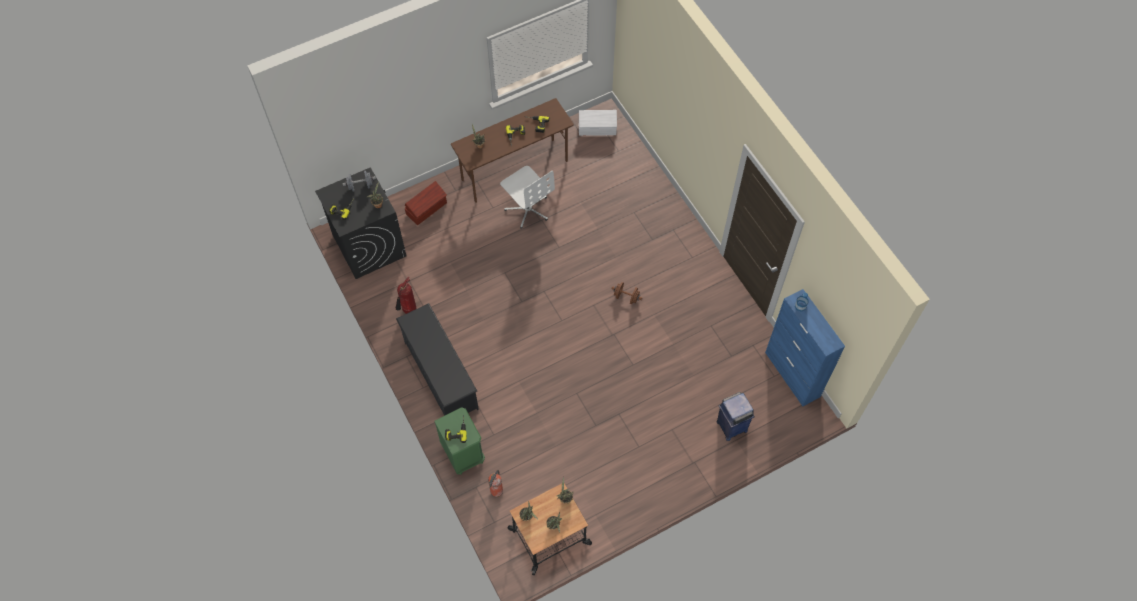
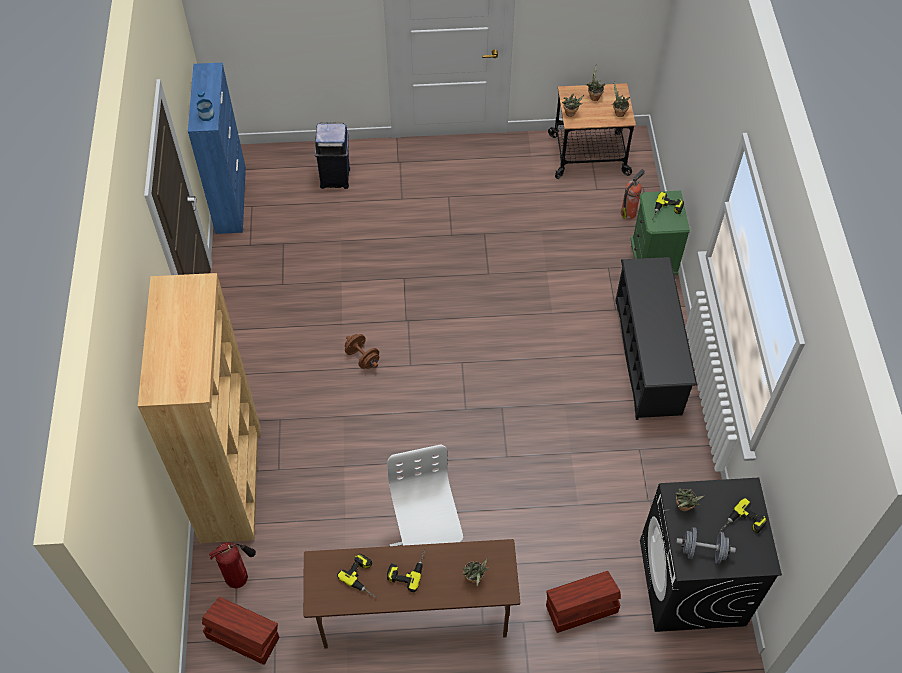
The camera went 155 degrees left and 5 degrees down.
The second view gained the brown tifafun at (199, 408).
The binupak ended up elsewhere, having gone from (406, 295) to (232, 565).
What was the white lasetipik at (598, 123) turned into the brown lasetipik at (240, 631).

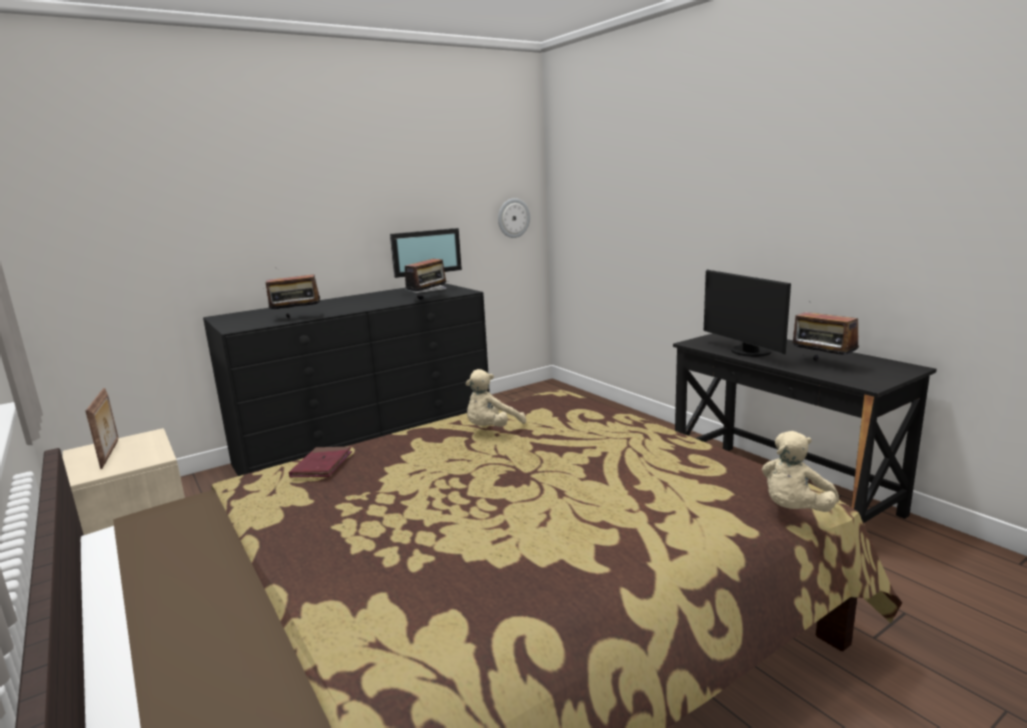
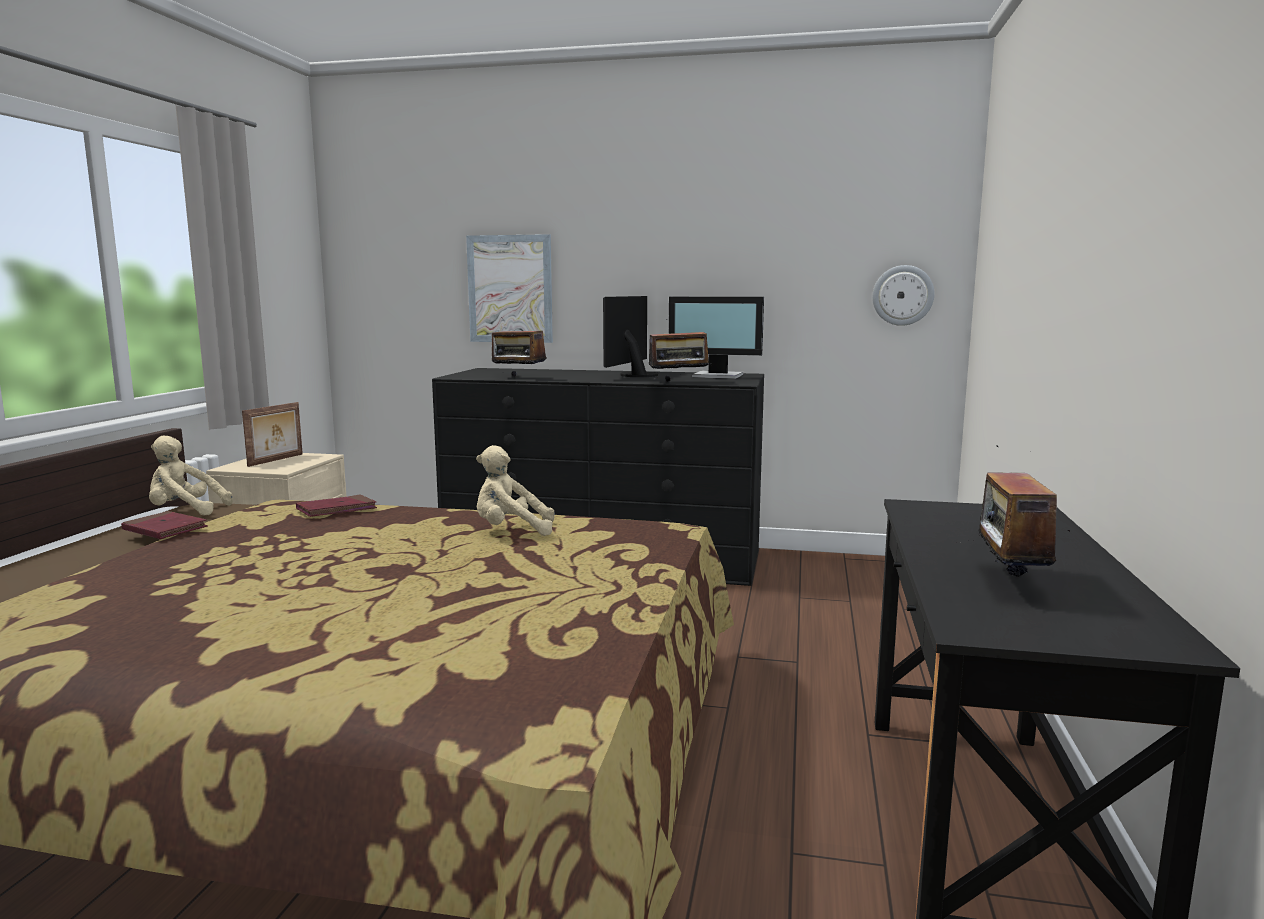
The camera went 45 degrees right and 5 degrees down.
The second view gained the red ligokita at (164, 525).
The second view gained the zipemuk at (509, 288).
The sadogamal ended up elsewhere, having gone from (747, 313) to (631, 336).
The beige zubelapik ended up elsewhere, having gone from (800, 471) to (191, 475).

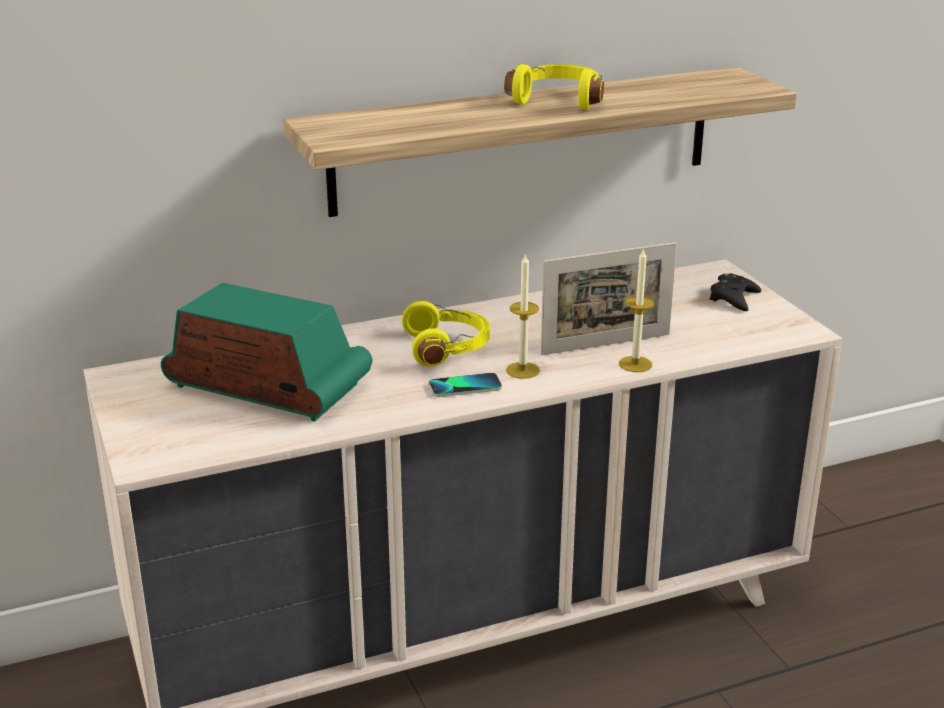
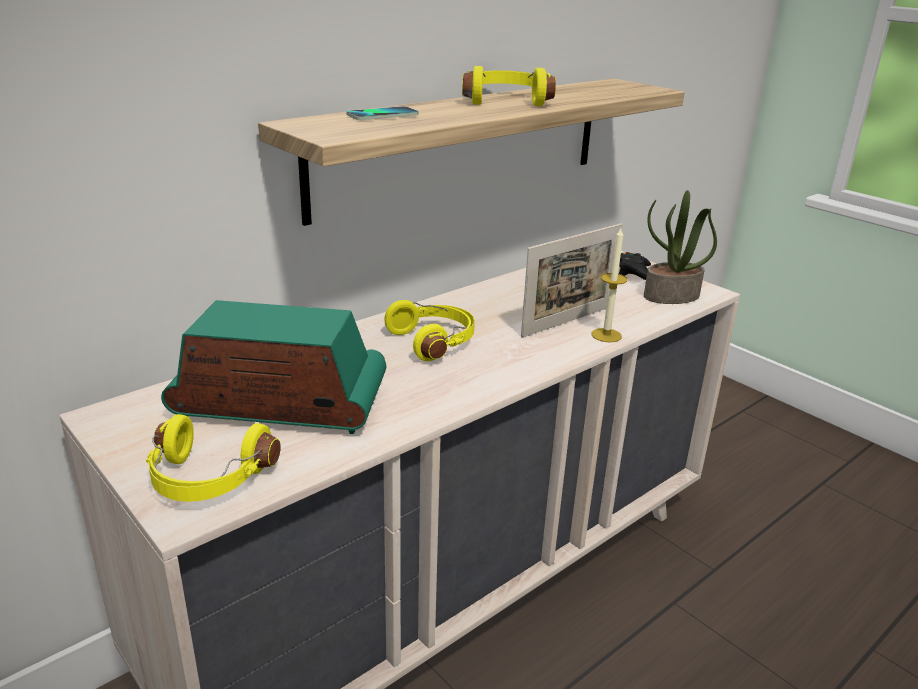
The camera went 20 degrees left and 0 degrees up.
The second view lost the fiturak at (523, 316).
The second view gained the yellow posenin at (213, 458).
The second view gained the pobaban at (680, 247).
The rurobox ended up elsewhere, having gone from (465, 385) to (382, 113).

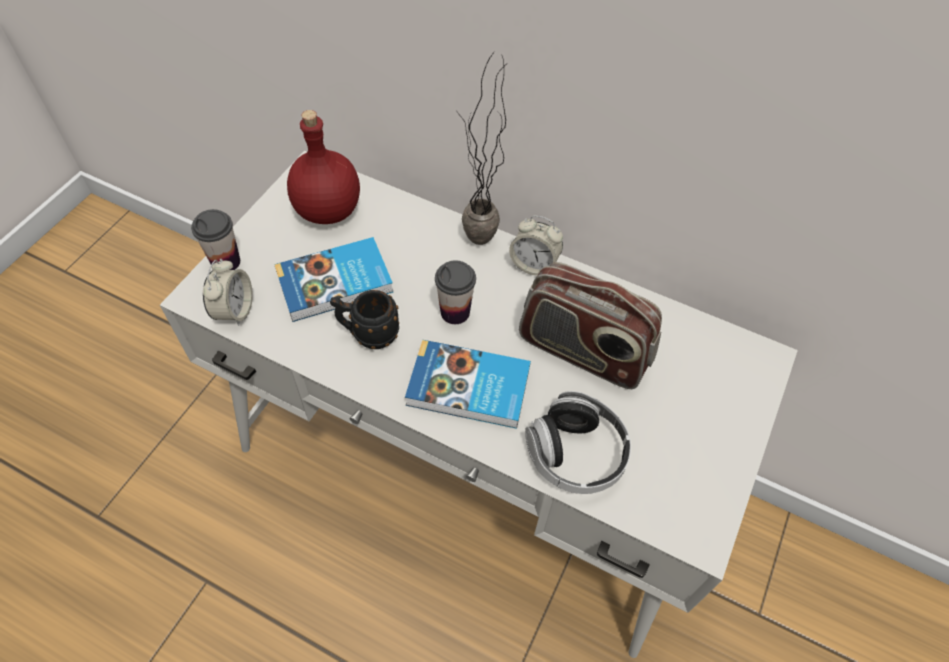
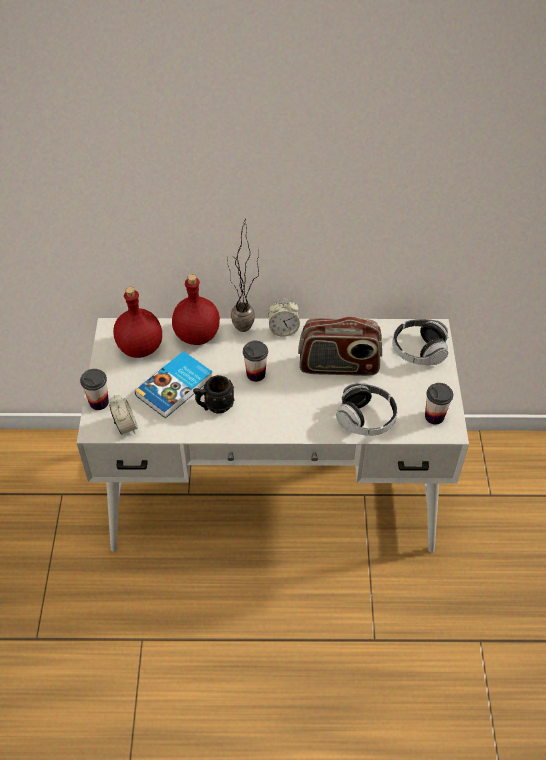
The camera went 25 degrees left and 5 degrees down.
The second view lost the ligokita at (468, 384).
The second view gained the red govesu at (196, 309).
The second view gained the posenin at (420, 342).
The second view gained the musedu at (439, 404).

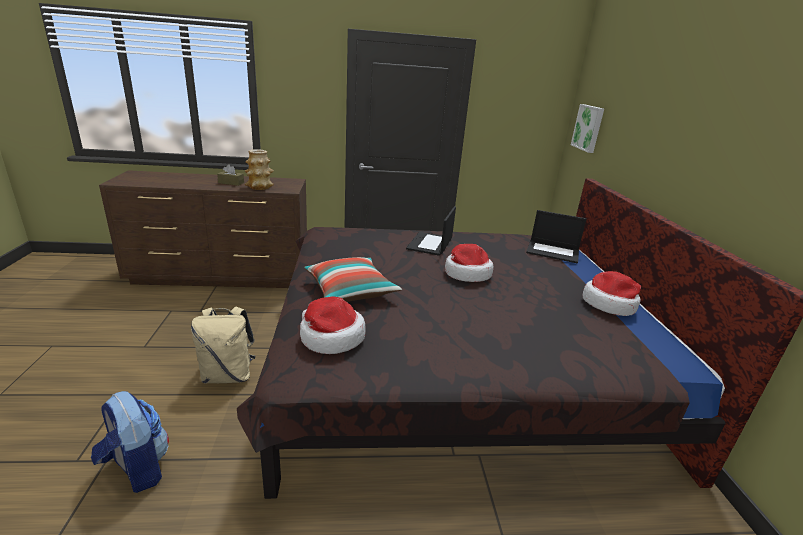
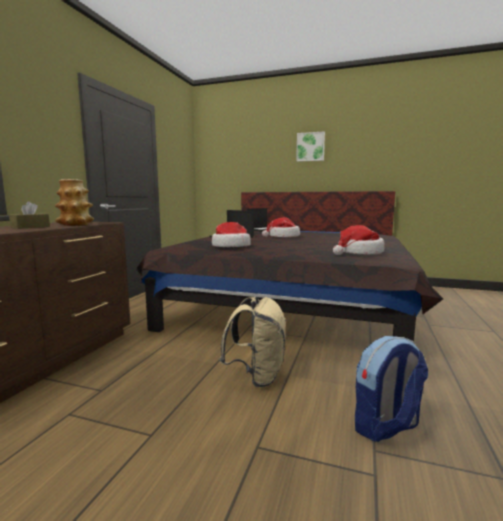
The camera went 65 degrees left and 15 degrees down.
The second view lost the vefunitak at (353, 279).
The zipemuk ended up elsewhere, having gone from (587, 128) to (310, 146).
The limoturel ended up elsewhere, having gone from (611, 293) to (231, 234).

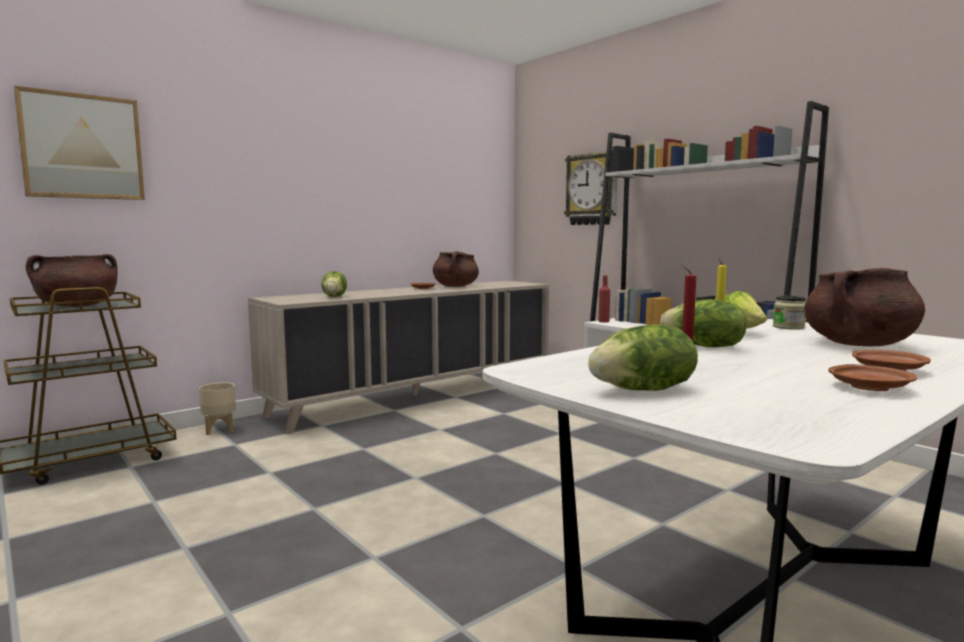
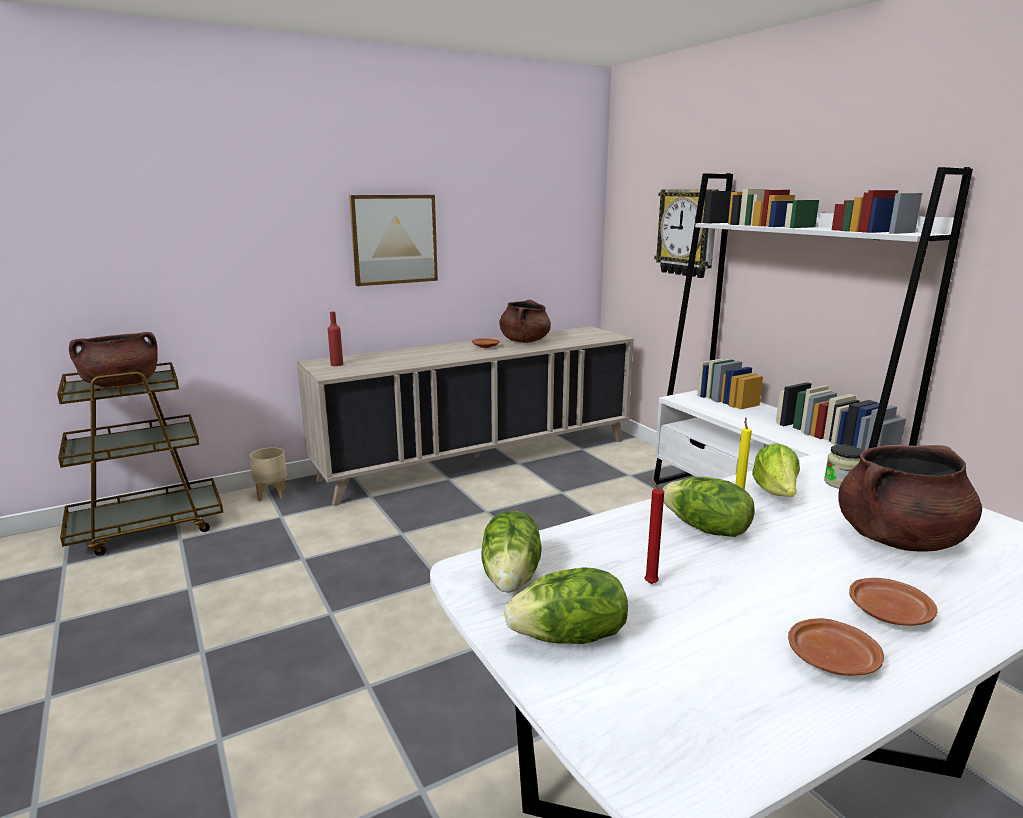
The camera went 10 degrees right and 10 degrees up.
The zipemuk ended up elsewhere, having gone from (79, 143) to (393, 240).
The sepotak ended up elsewhere, having gone from (334, 284) to (511, 551).
The red govesu ended up elsewhere, having gone from (604, 299) to (335, 339).

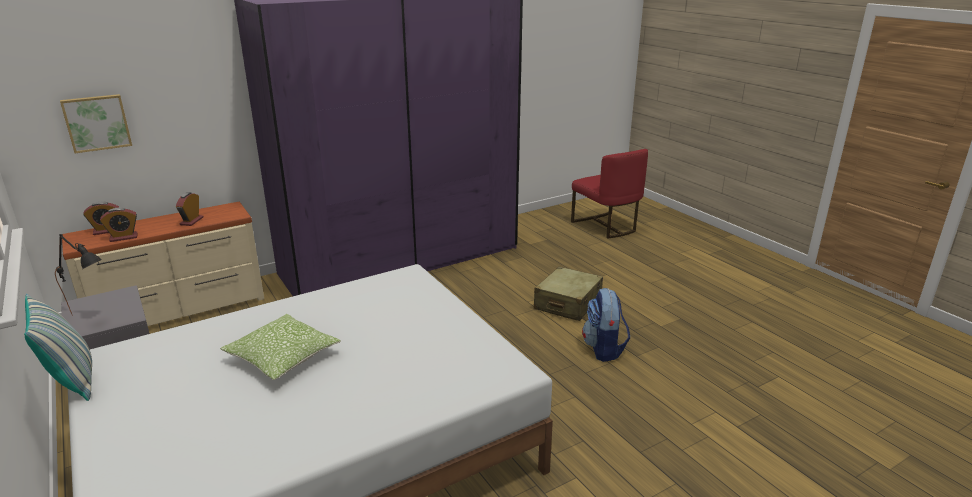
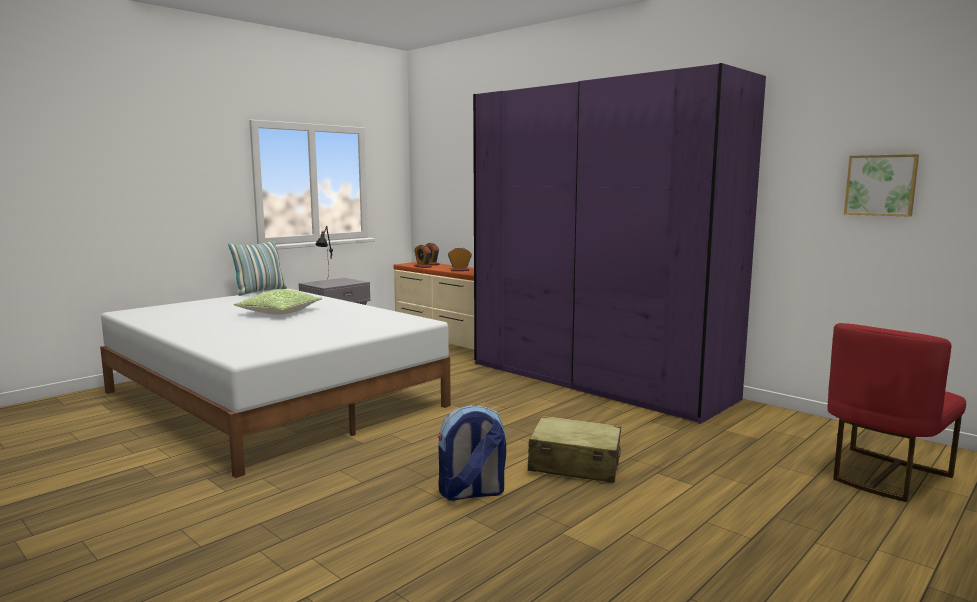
The camera went 75 degrees right and 15 degrees down.
The zipemuk ended up elsewhere, having gone from (96, 123) to (881, 185).

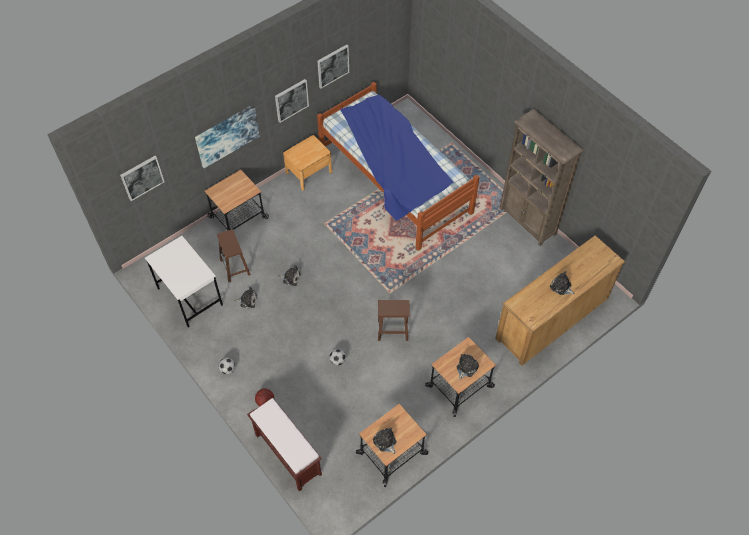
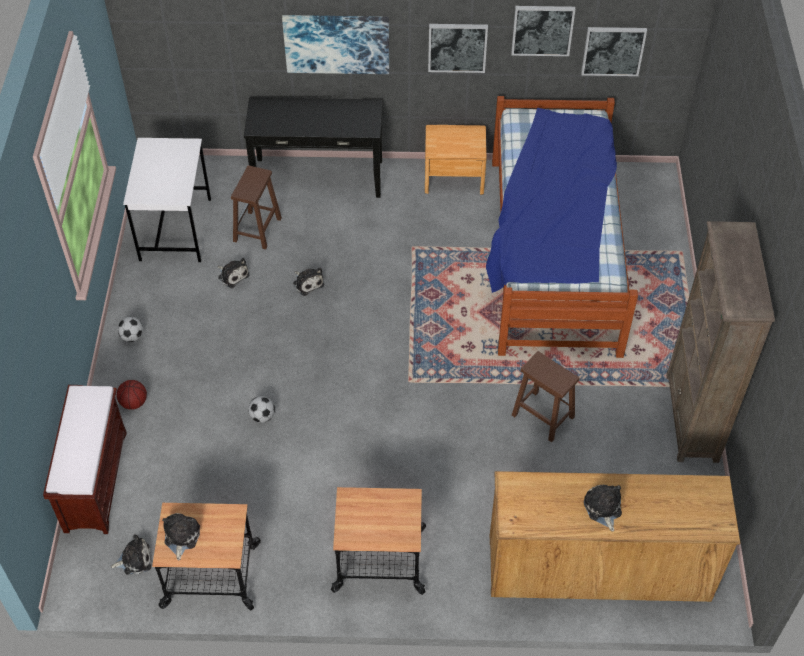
The camera went 40 degrees right and 5 degrees down.
The zipemuk ended up elsewhere, having gone from (142, 178) to (614, 51).
The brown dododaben ended up elsewhere, having gone from (394, 320) to (546, 396).
The zubelapik ended up elsewhere, having gone from (468, 367) to (131, 555).
Where the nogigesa stood at (236, 200), the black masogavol came to stand at (313, 147).

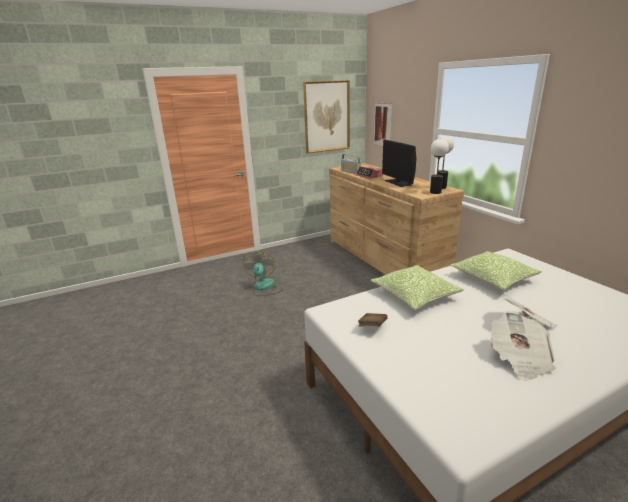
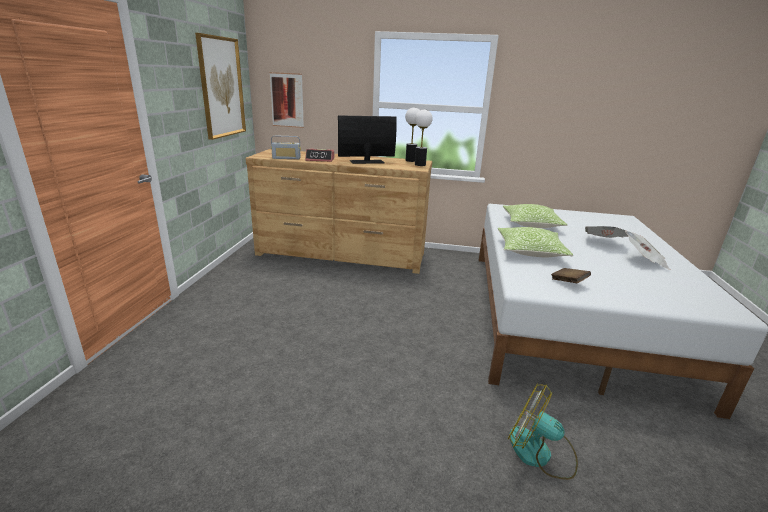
The camera went 55 degrees left and 0 degrees up.
The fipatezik ended up elsewhere, having gone from (262, 273) to (543, 432).
The sadogamal at (399, 163) ended up facing another way, 150 degrees clockwise from before.

